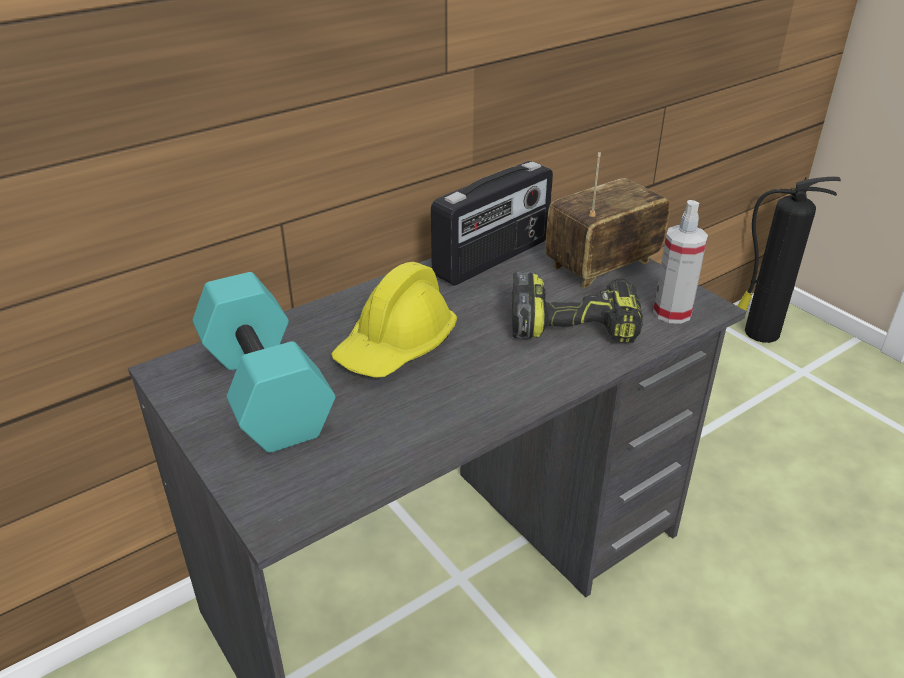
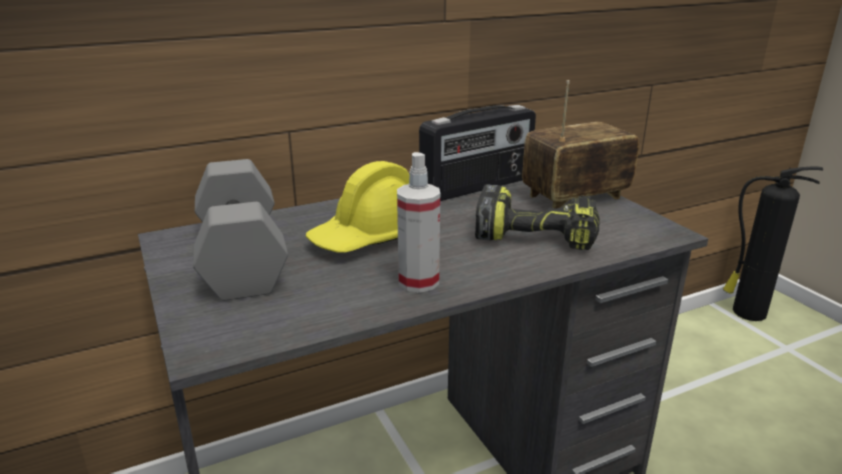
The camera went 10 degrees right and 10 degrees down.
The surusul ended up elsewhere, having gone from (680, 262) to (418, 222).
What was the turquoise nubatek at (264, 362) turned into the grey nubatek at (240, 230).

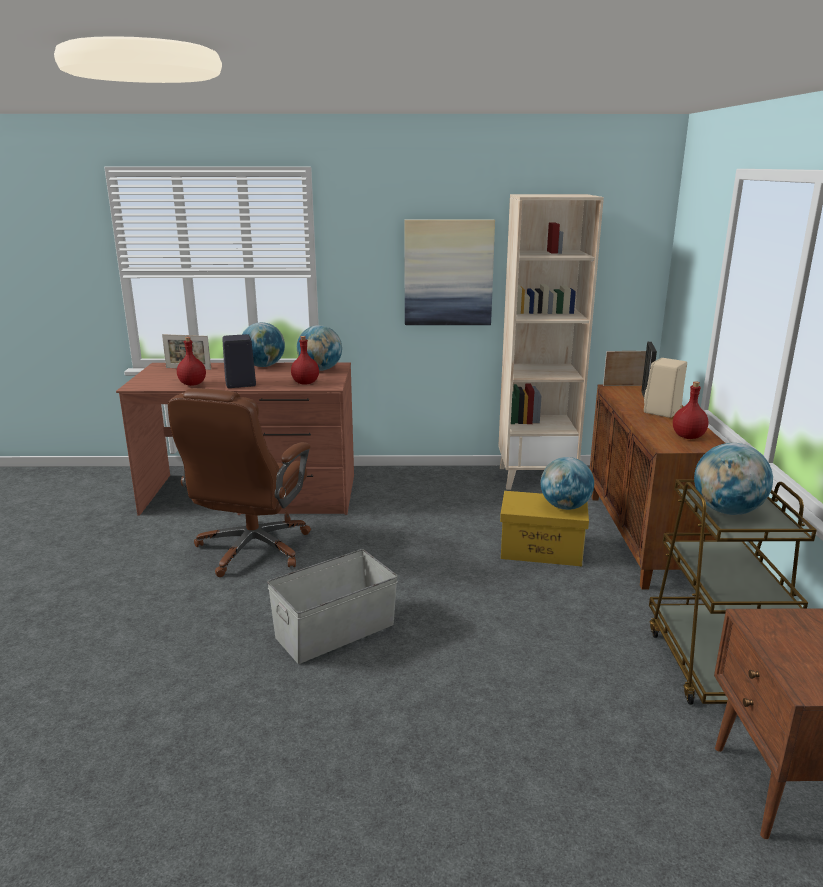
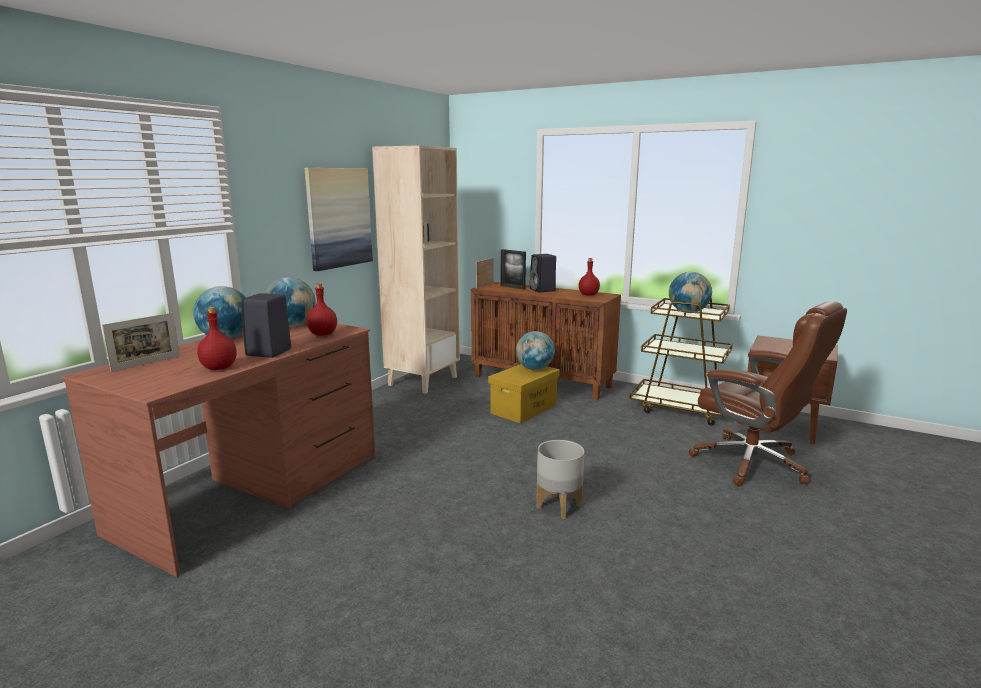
The camera went 60 degrees left and 5 degrees down.
The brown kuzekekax ended up elsewhere, having gone from (239, 482) to (768, 394).
Where the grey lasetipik stood at (332, 606), the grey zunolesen came to stand at (560, 479).
What was the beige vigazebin at (665, 388) turned into the black vigazebin at (542, 273).

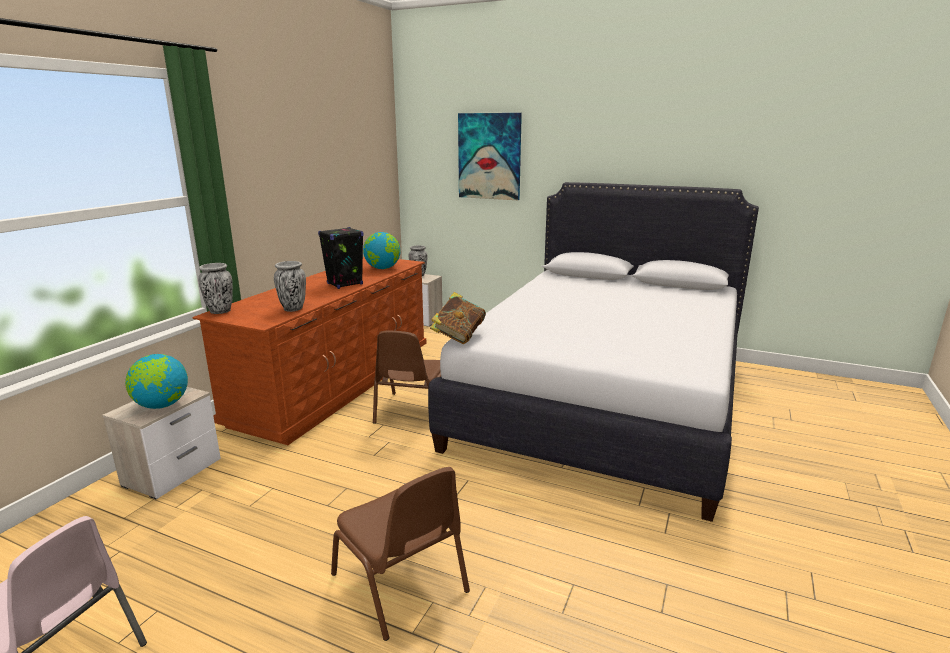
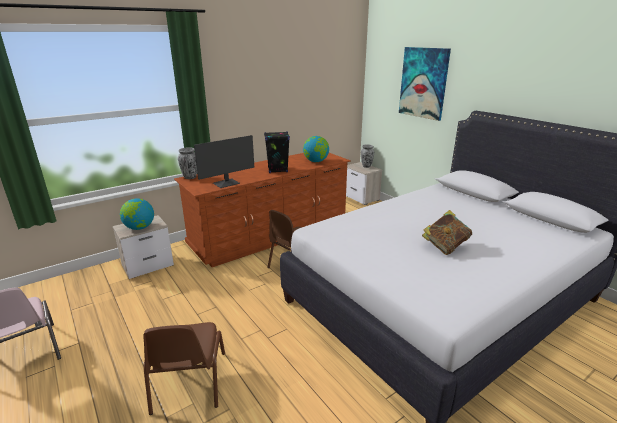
The camera went 30 degrees right and 5 degrees up.
The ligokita ended up elsewhere, having gone from (458, 318) to (447, 232).
Where the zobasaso stood at (290, 286), the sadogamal came to stand at (224, 161).

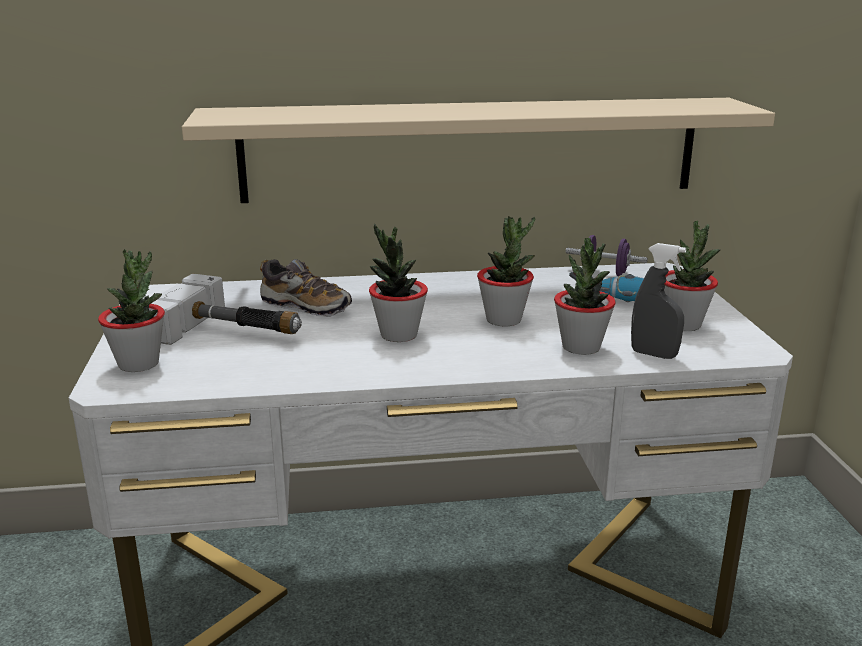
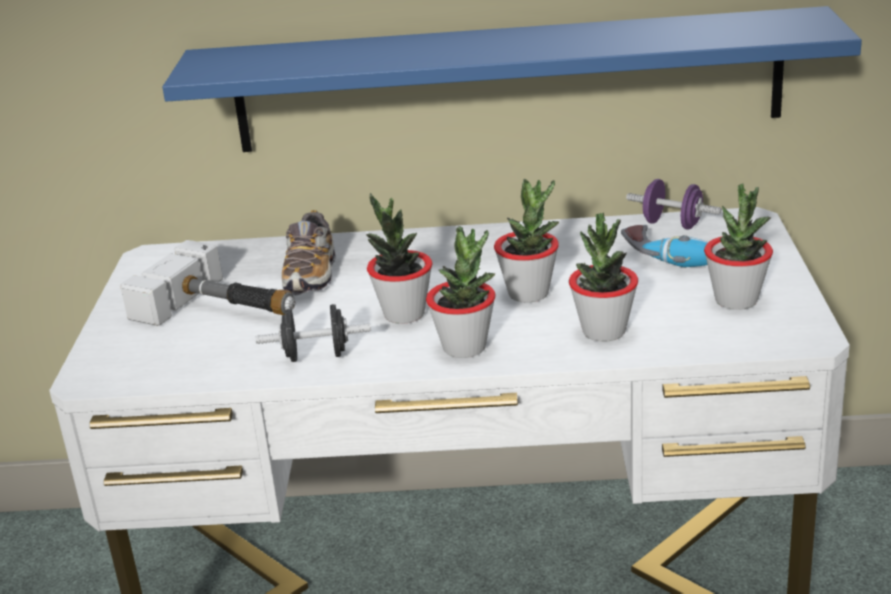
The camera went 10 degrees right and 5 degrees up.
The second view lost the grey surusul at (658, 301).
The second view gained the black nubatek at (313, 333).
The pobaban ended up elsewhere, having gone from (131, 311) to (460, 292).
What was the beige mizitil at (478, 150) turned into the blue mizitil at (512, 79).
The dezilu at (306, 288) ended up facing another way, 60 degrees clockwise from before.

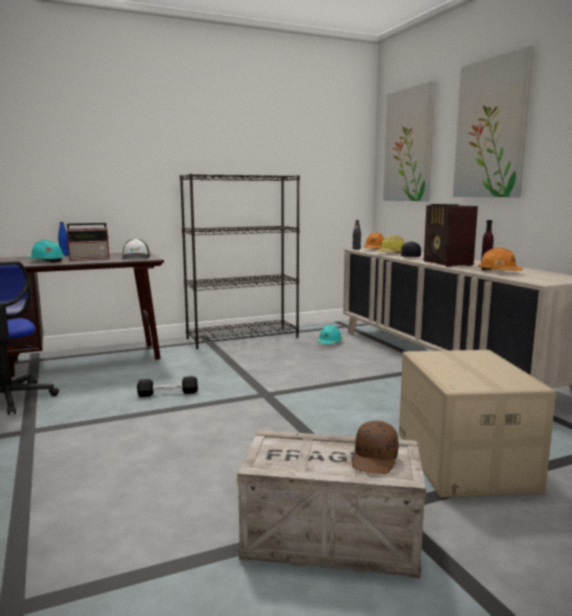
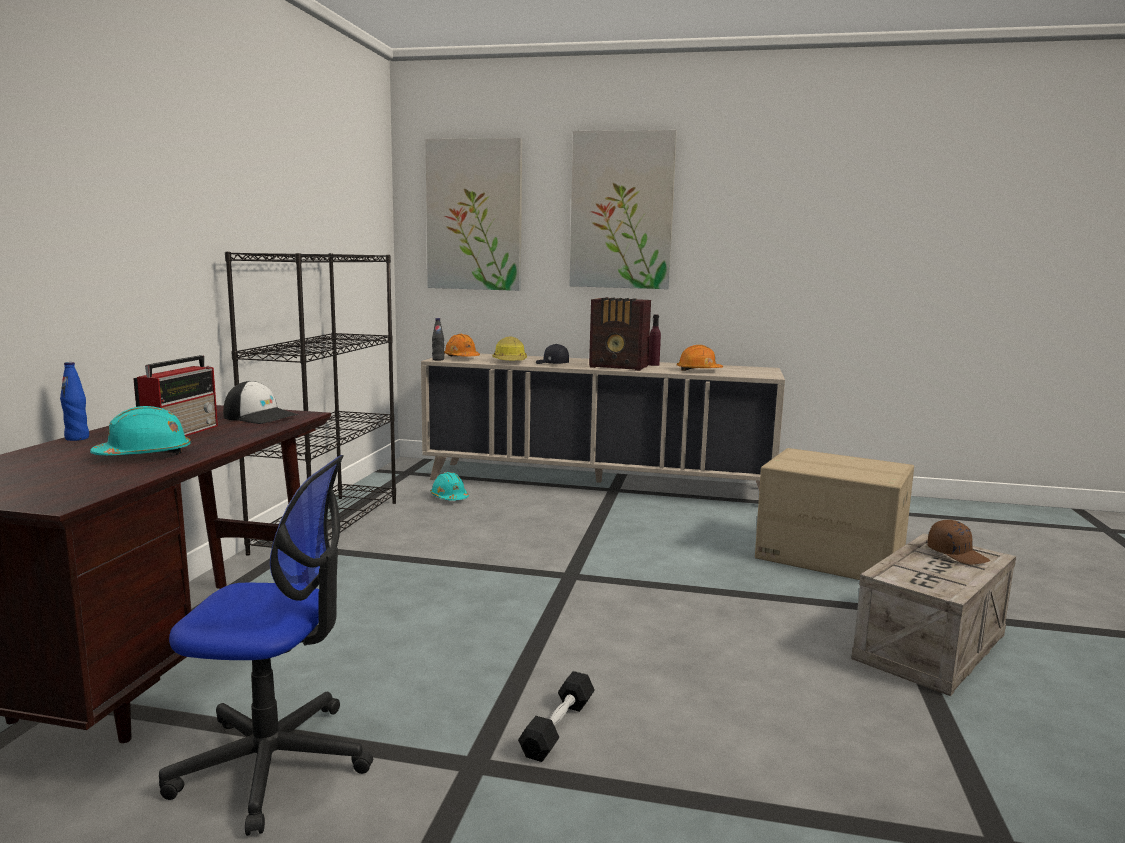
The camera went 55 degrees left and 0 degrees up.
The black nubatek ended up elsewhere, having gone from (167, 386) to (556, 716).

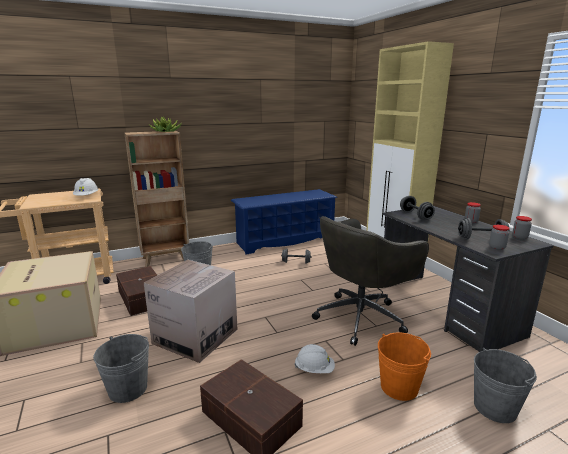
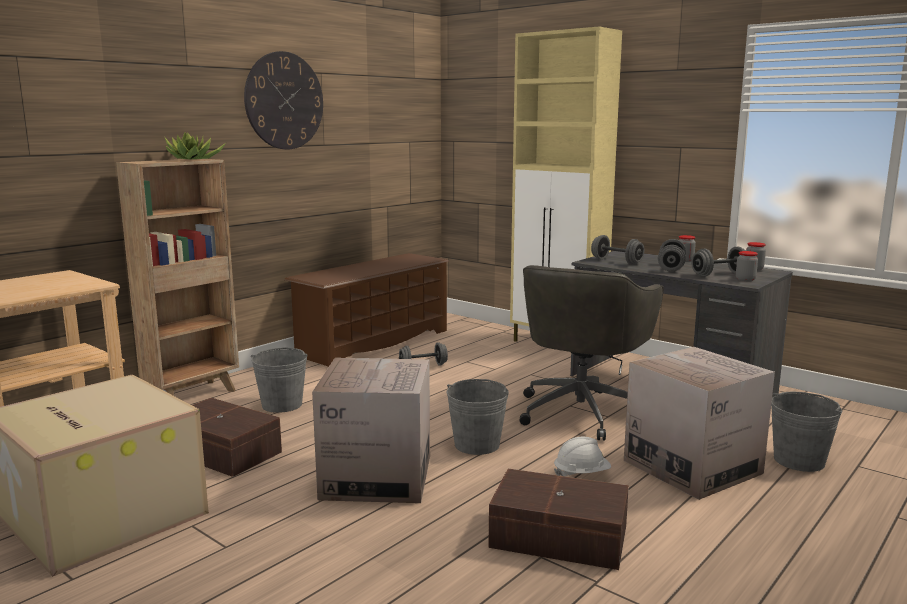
The camera went 25 degrees left and 5 degrees down.
The second view lost the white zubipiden at (85, 187).
The second view gained the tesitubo at (283, 100).
The second view gained the grey nubatek at (672, 255).
The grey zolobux ended up elsewhere, having gone from (121, 368) to (477, 417).
Where the orange zolobux stood at (404, 366), the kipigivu came to stand at (699, 423).
What was the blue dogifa at (284, 221) turned into the brown dogifa at (366, 310).

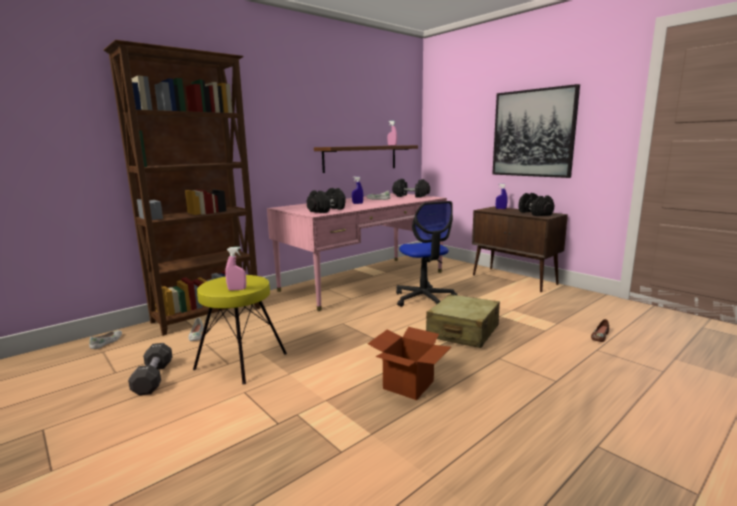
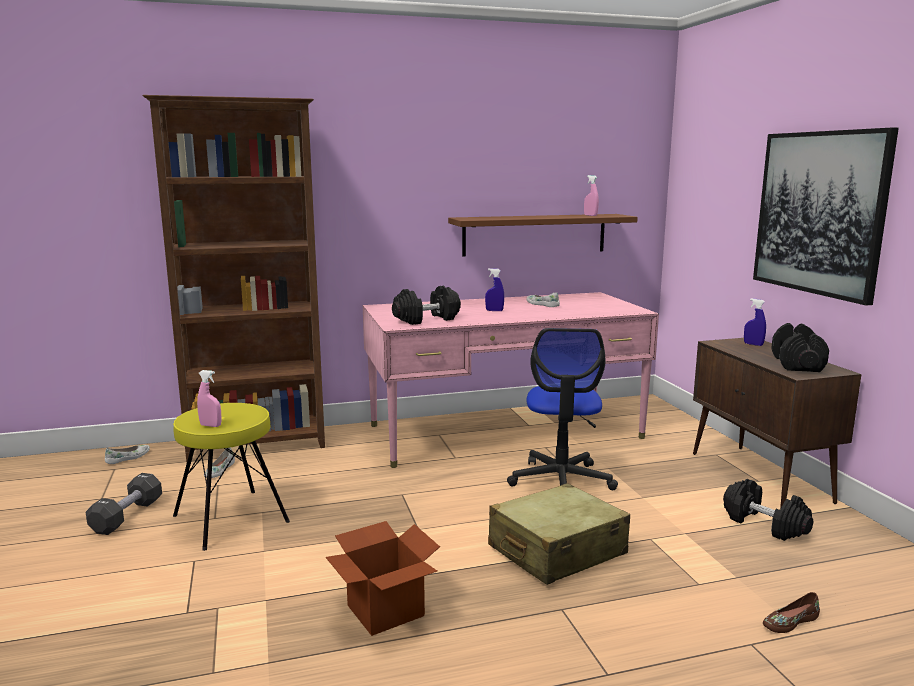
The camera went 25 degrees right and 0 degrees up.
The black nubatek ended up elsewhere, having gone from (411, 188) to (768, 510).

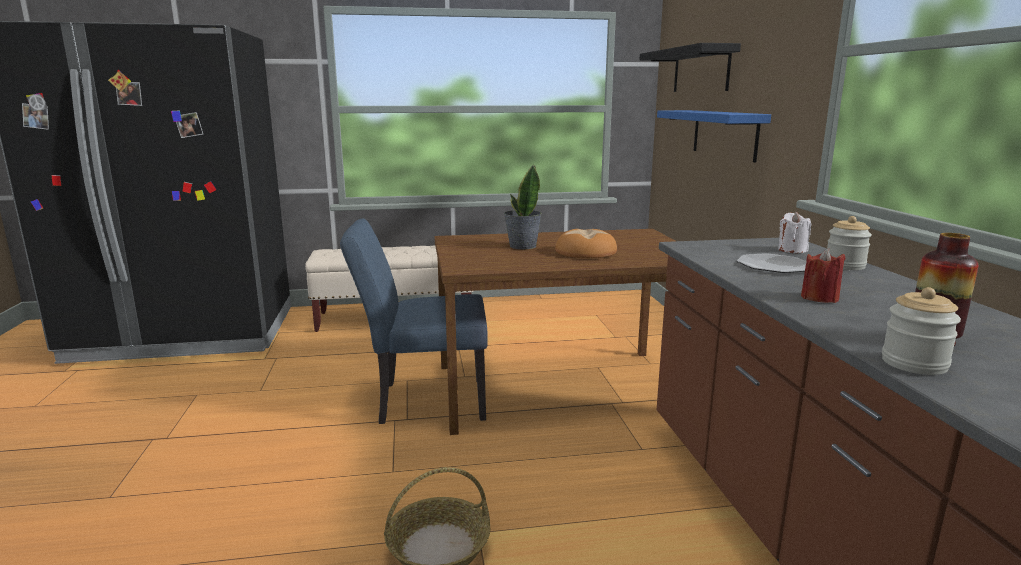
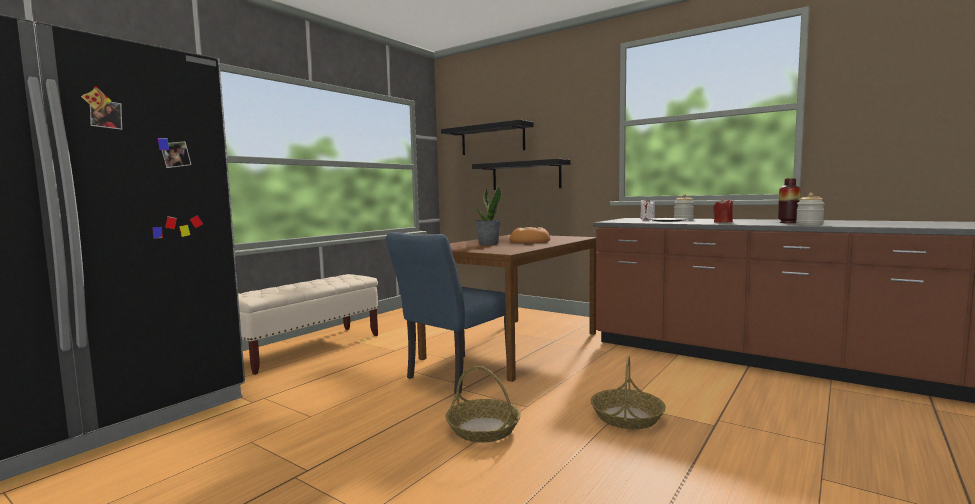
The camera went 45 degrees left and 10 degrees down.
The second view gained the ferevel at (483, 404).
What was the blue mizitil at (714, 136) turned into the black mizitil at (521, 174).

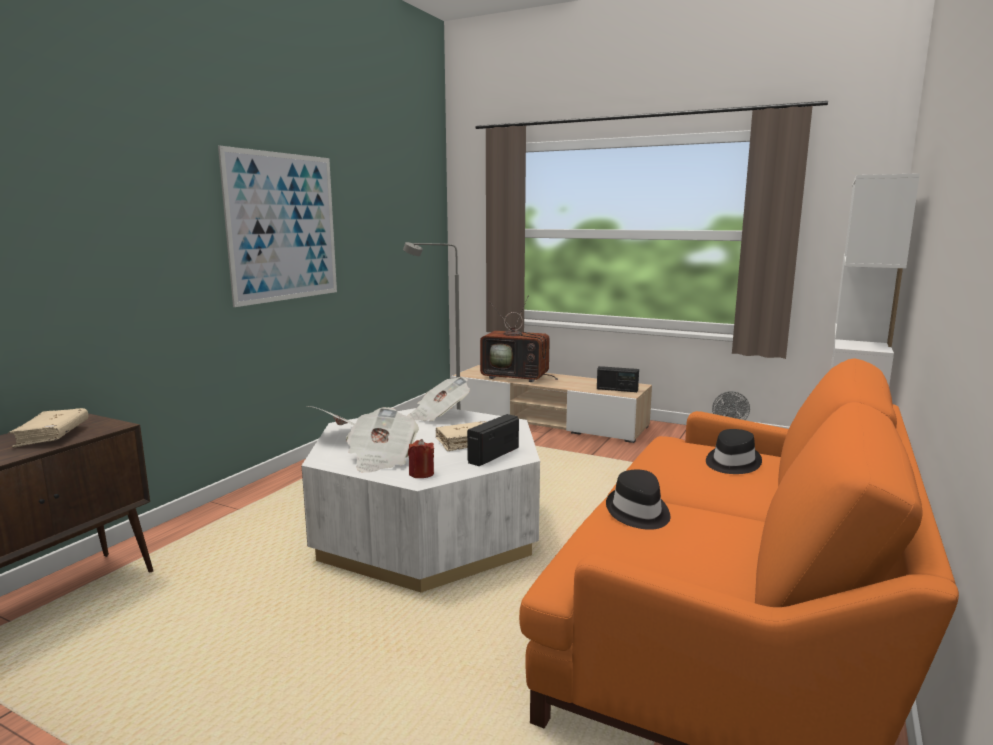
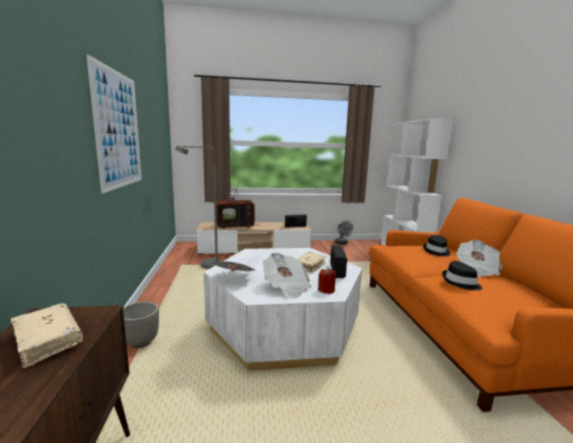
The camera went 35 degrees left and 0 degrees up.
The second view gained the zunolesen at (141, 325).
The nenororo ended up elsewhere, having gone from (438, 399) to (479, 258).

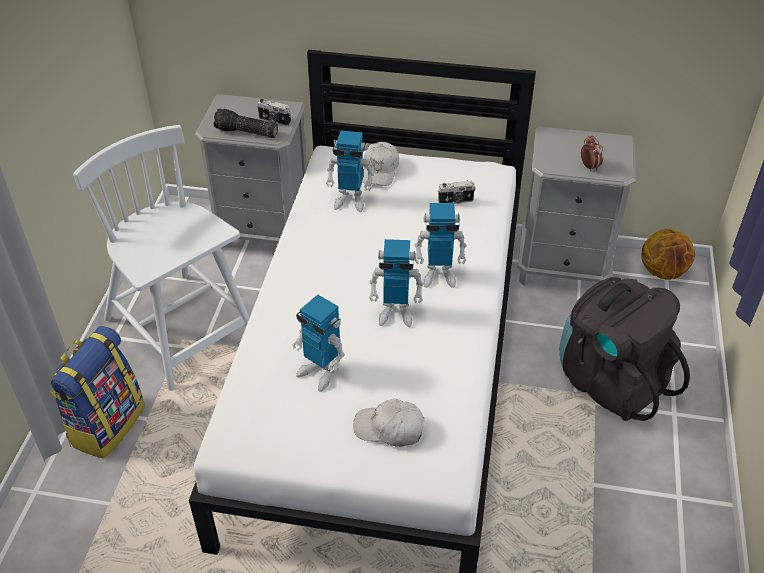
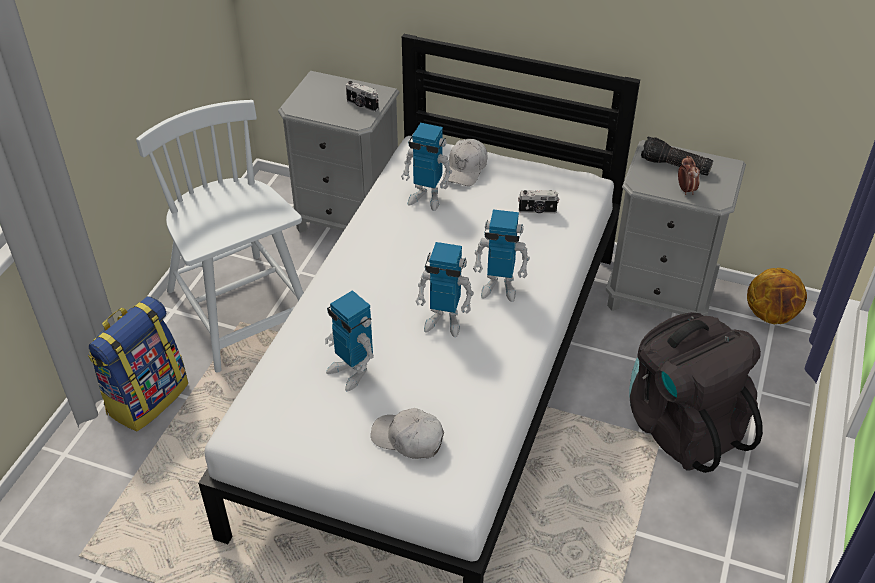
The camera went 10 degrees right and 0 degrees up.
The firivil ended up elsewhere, having gone from (245, 123) to (677, 156).

